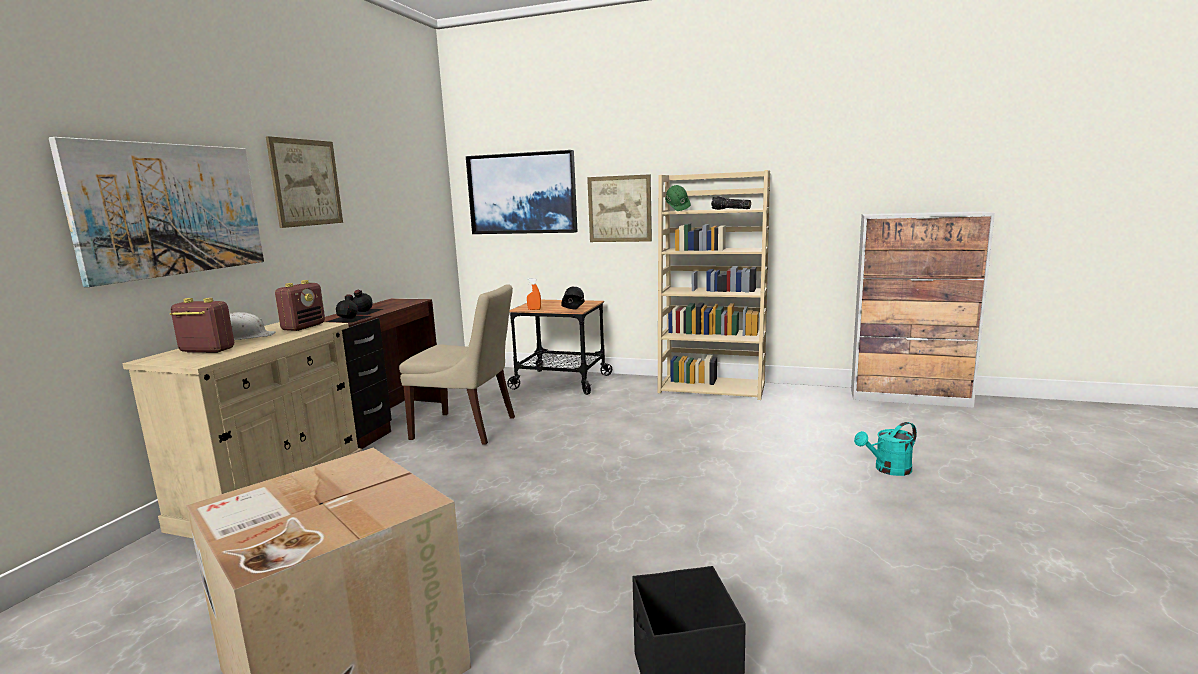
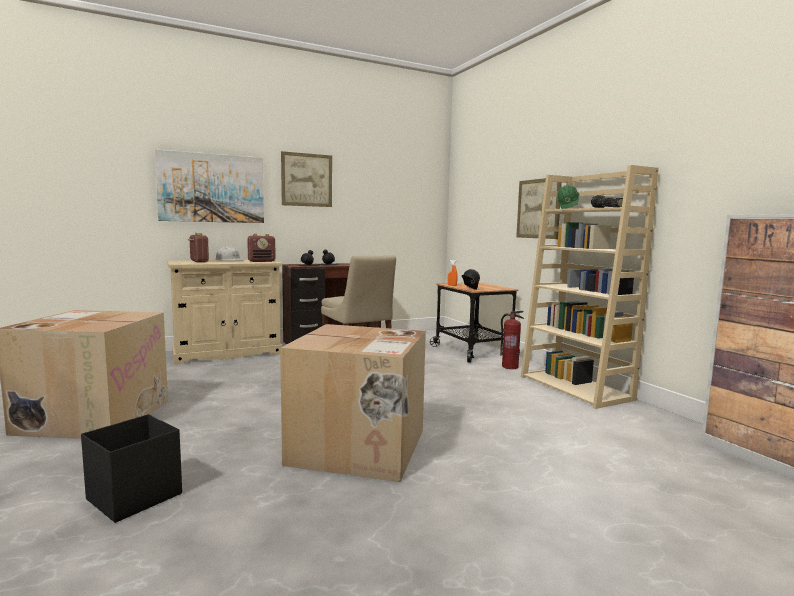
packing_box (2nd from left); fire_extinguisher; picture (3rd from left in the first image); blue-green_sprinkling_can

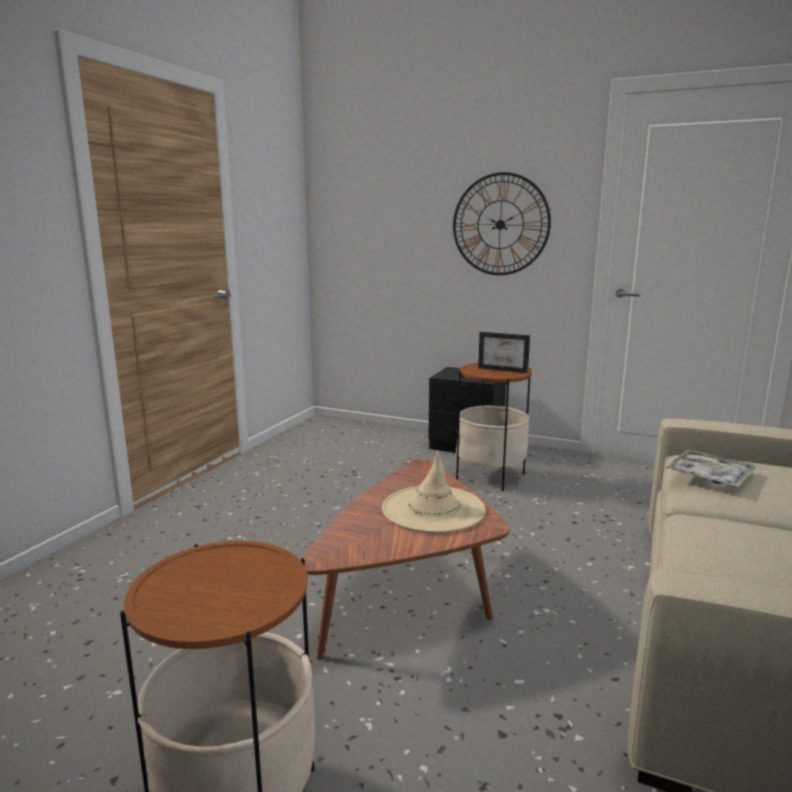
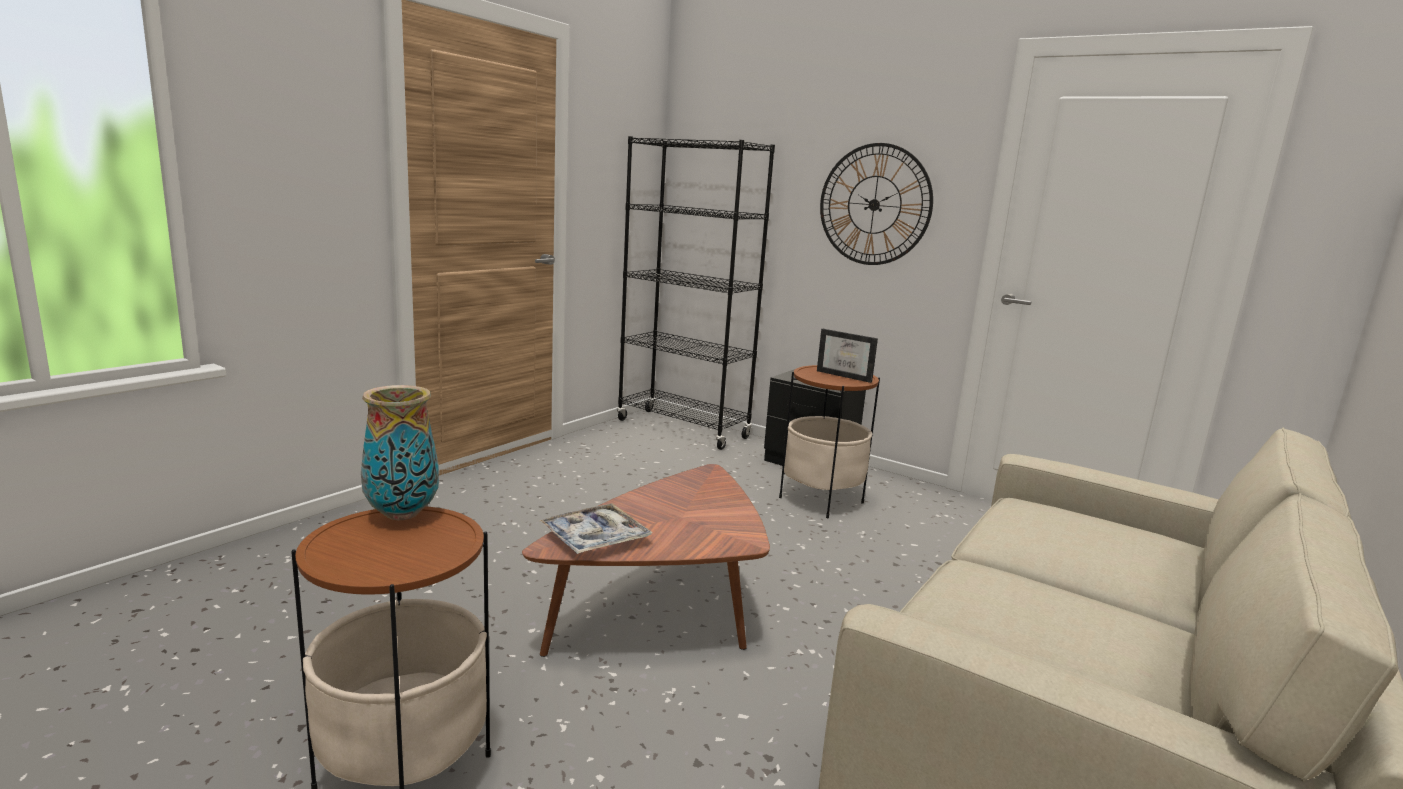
decorative_vase; serving_tray; blackish_shelving_unit; beige_hat

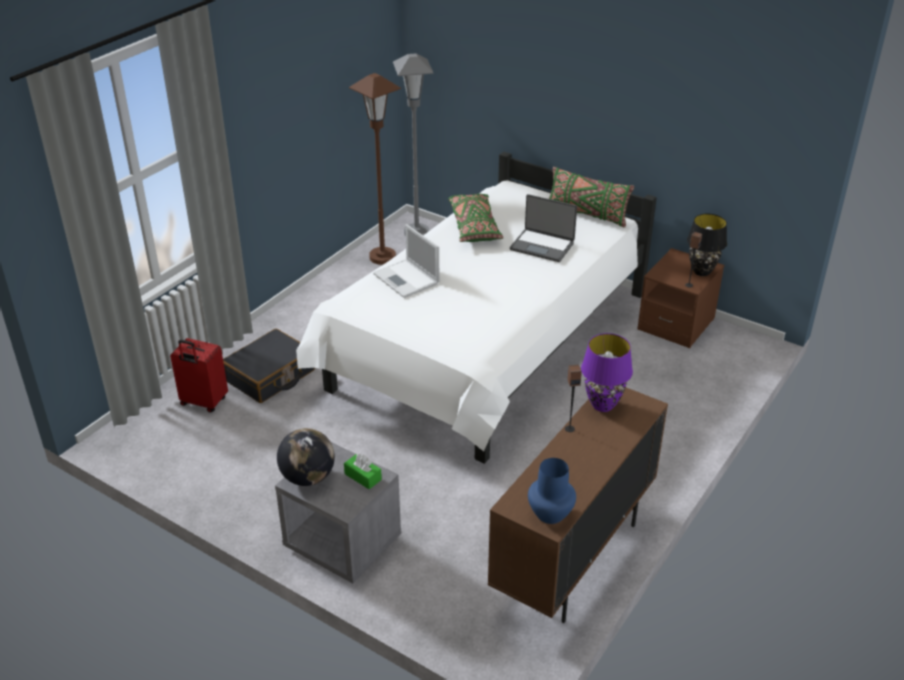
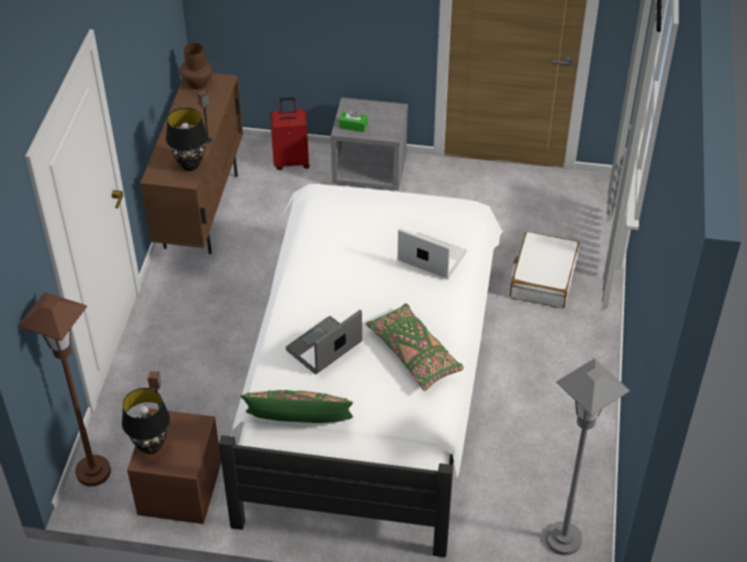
brown-coloured_standing_lamp; blackish_tabletop_lamp (2nd from left); brown-coloured_decorative_vase; reddish_piece_of_luggage; laptop (1st from left); whitish_piece_of_luggage; world_globe

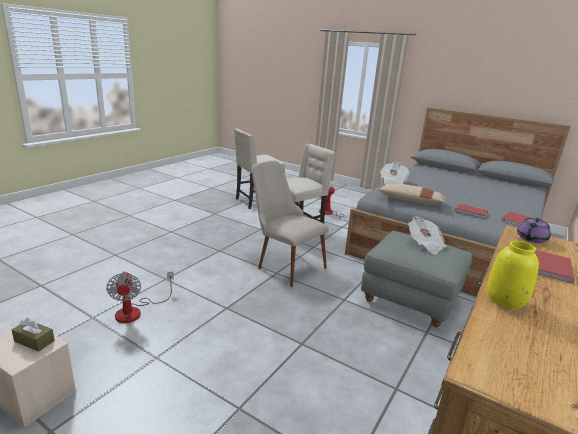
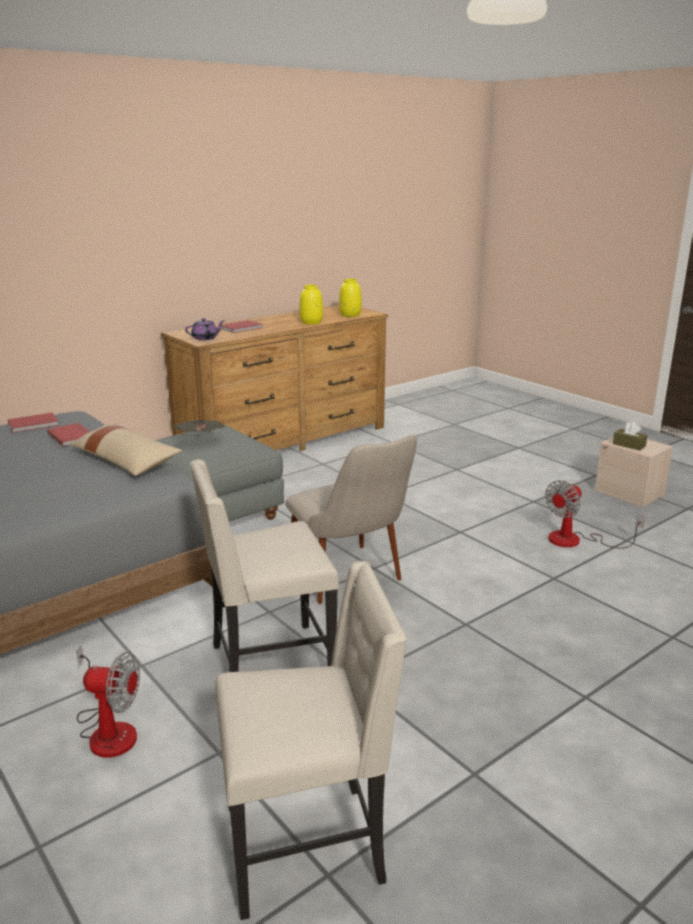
yellowish_decorative_vase (2nd from left); electric_fan (2nd from left); printed_paper (1st from left in the first image)

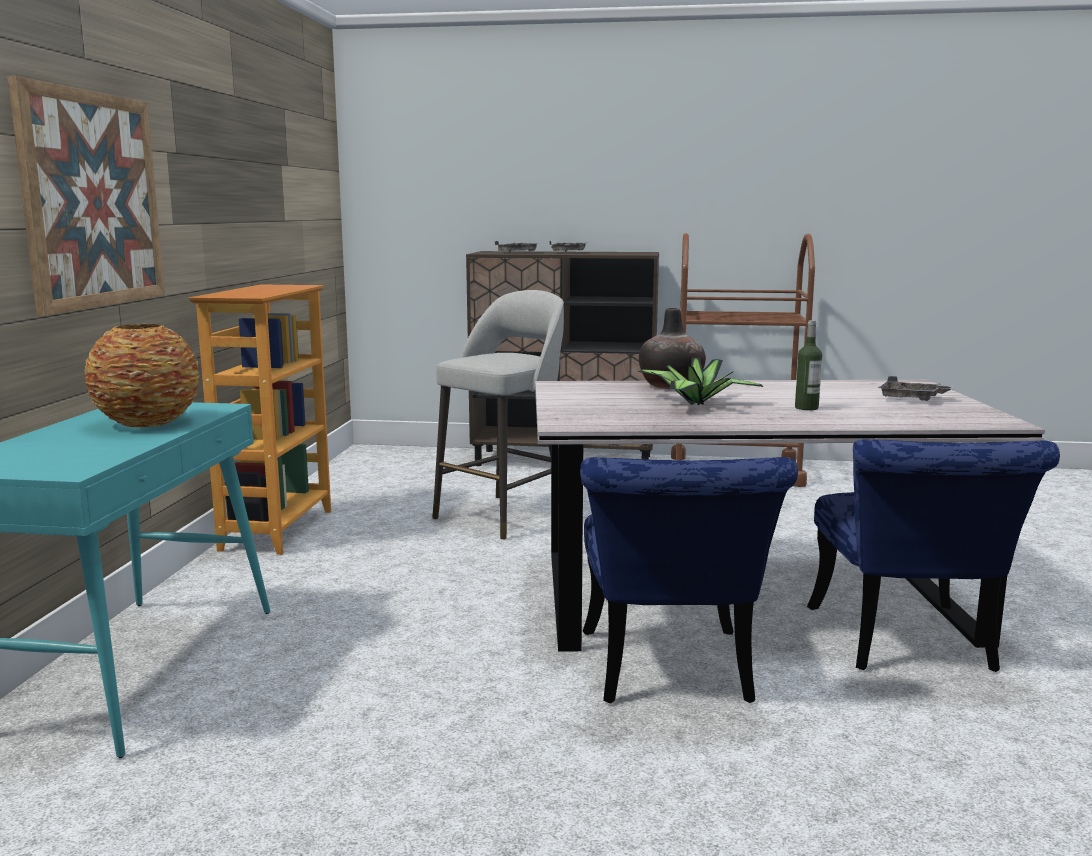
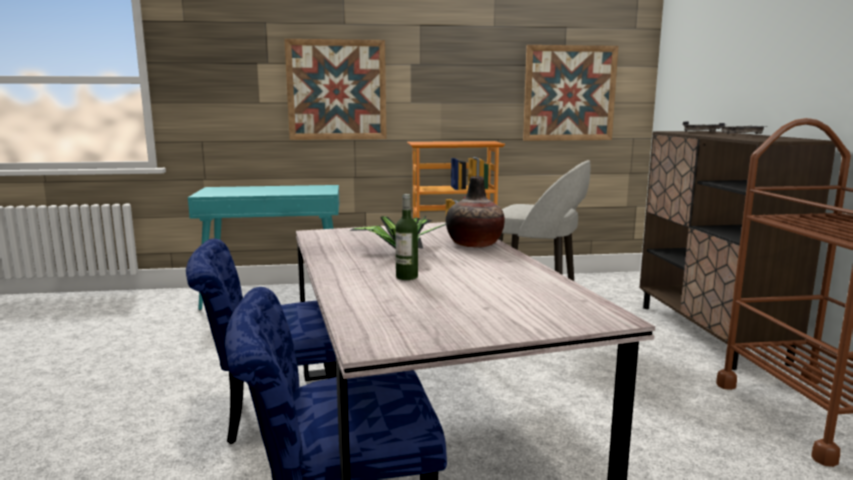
picture (2nd from left); decorative_vase (1st from left in the first image); grey_serving_tray (3rd from left in the first image)

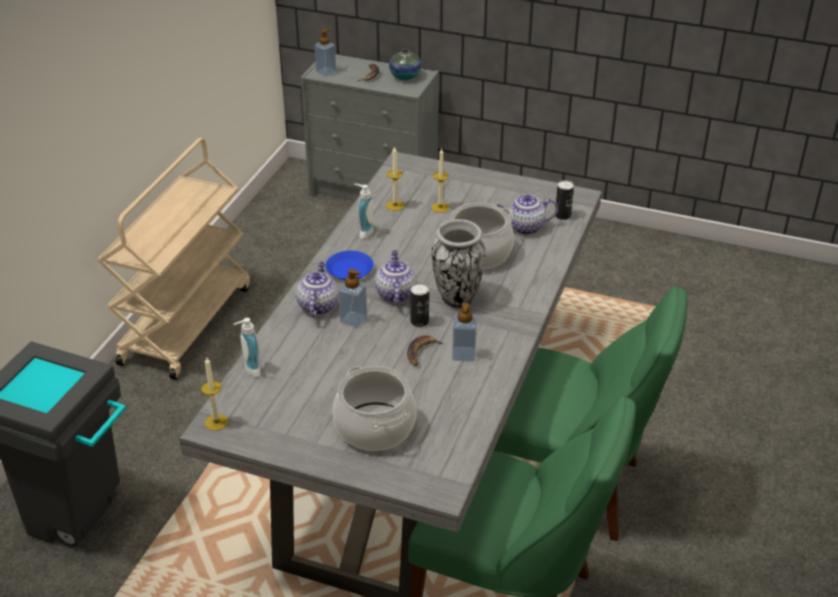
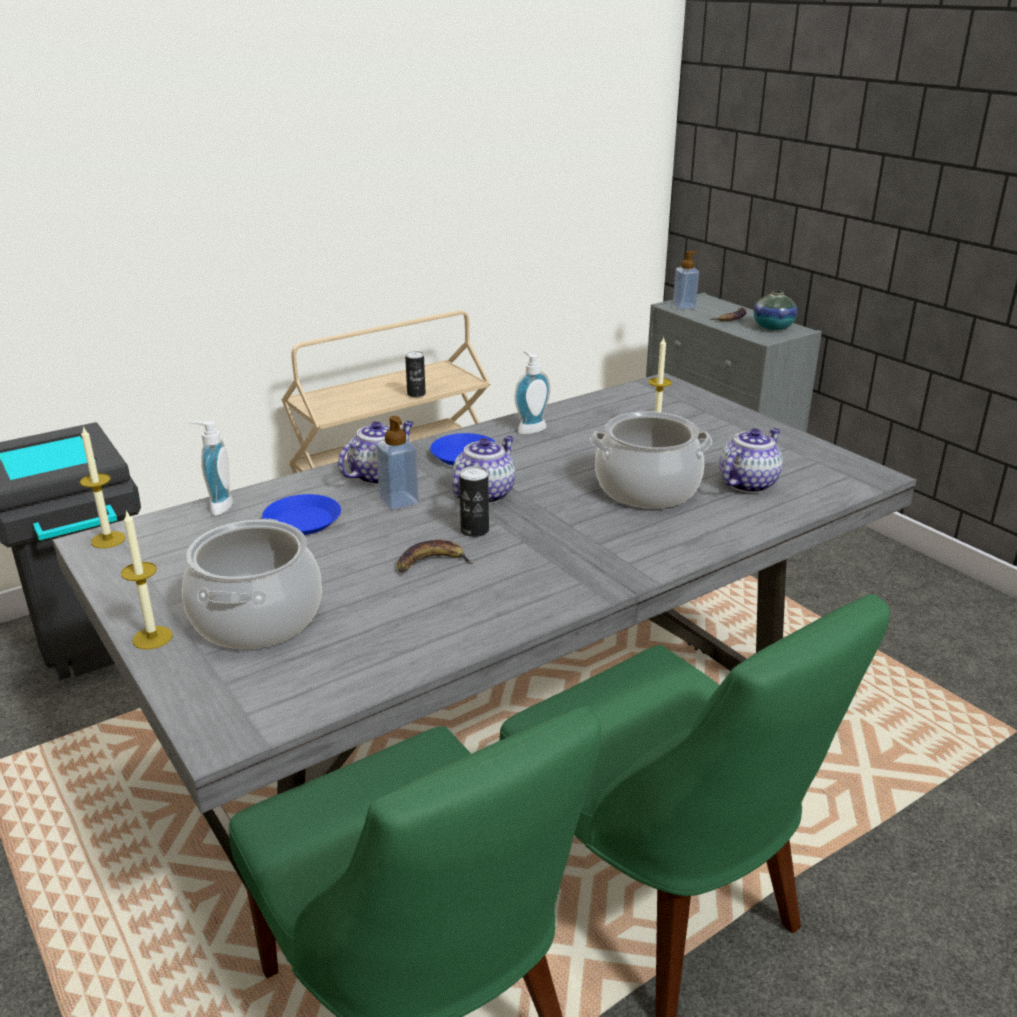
wax_light (2nd from left); bluish_plate (1st from left); can (1st from left); teapot (3rd from left); decorative_vase (2nd from left in the first image); soap_dispenser (5th from left in the first image)

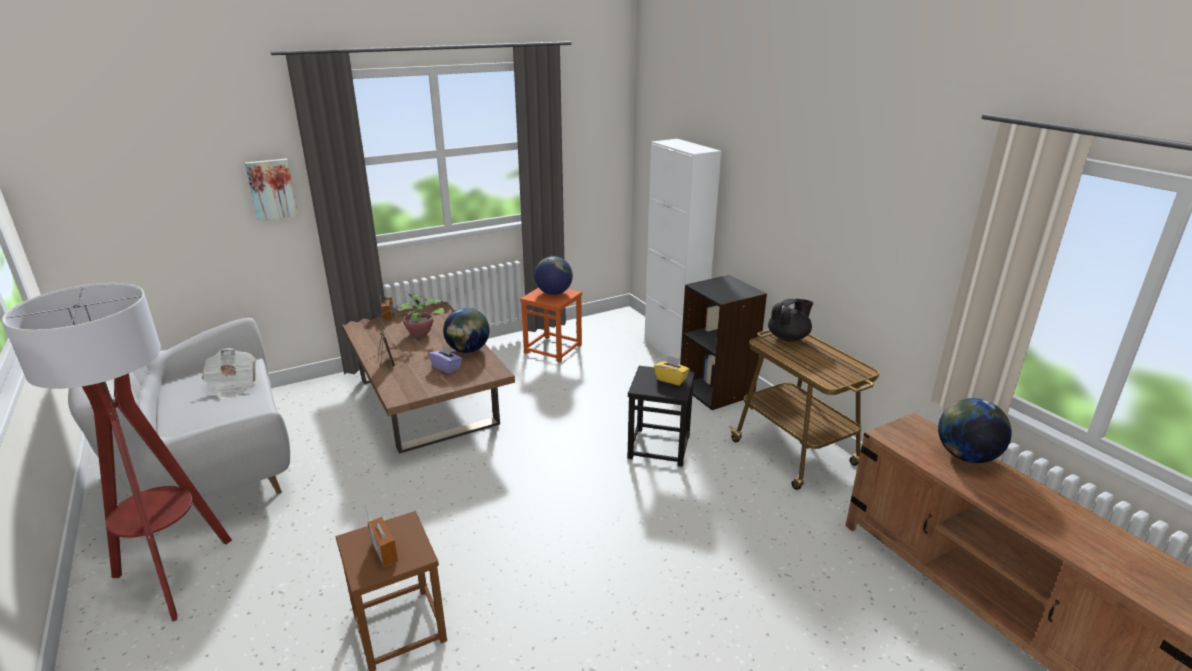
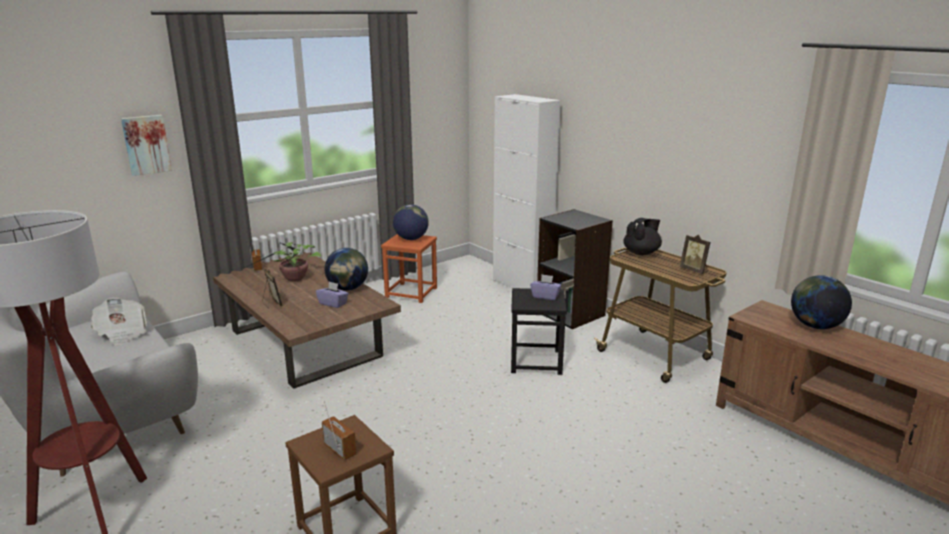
purple_box_of_tissues (2nd from left); standing_frame (2nd from left)

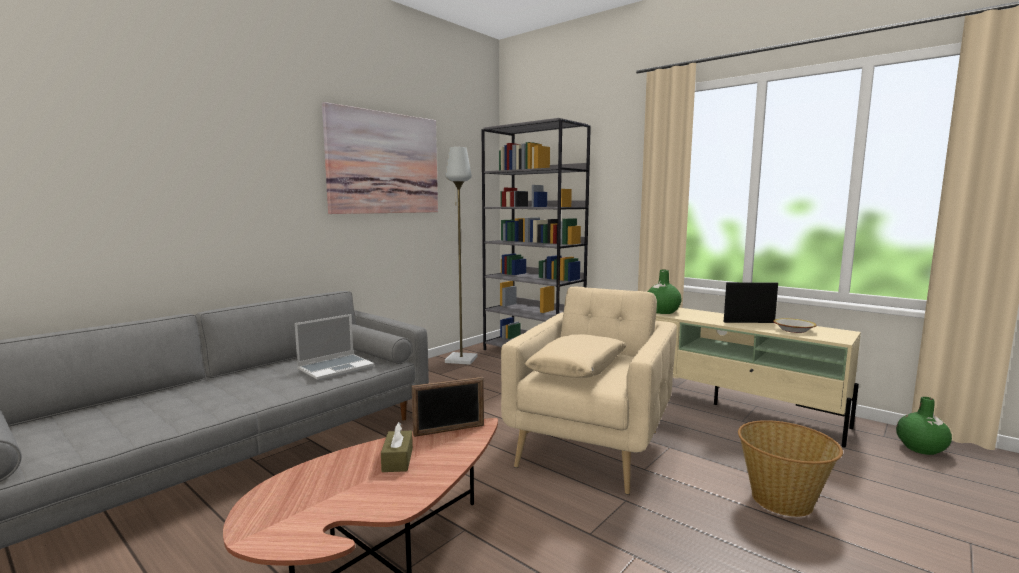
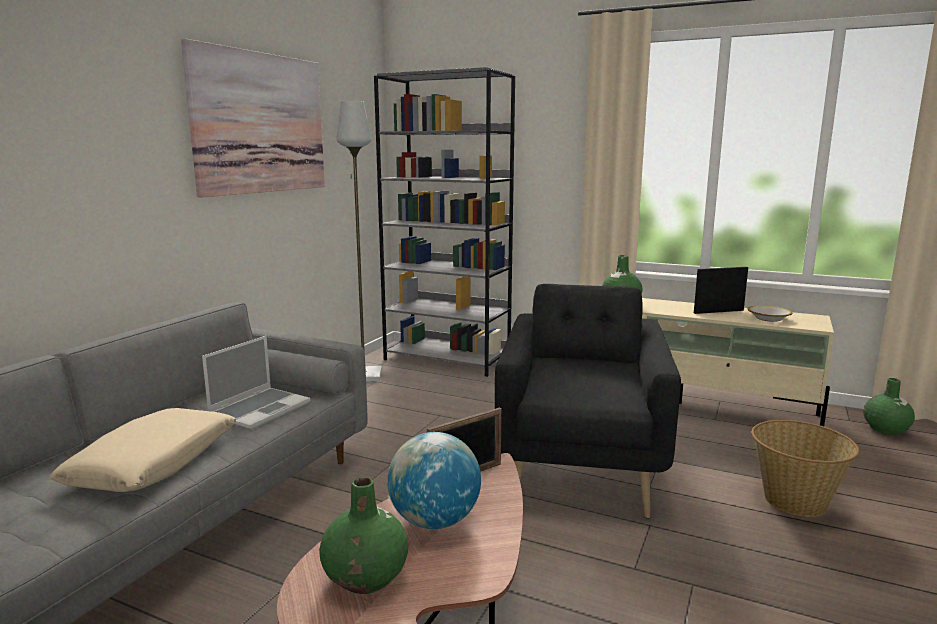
beige_cushion; green-coloured_decorative_vase (1st from left); world_globe; blackish_easy_chair

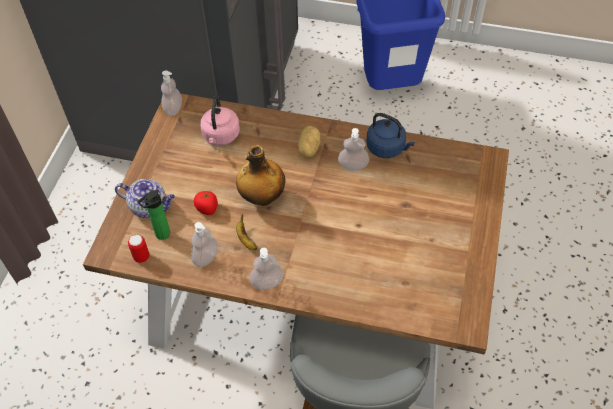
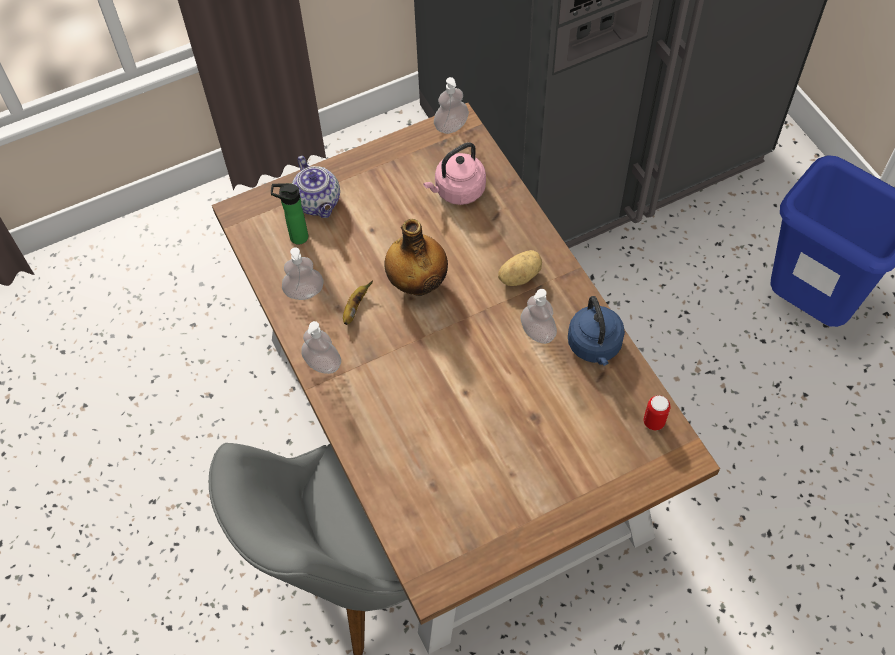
can; whole_tomato

